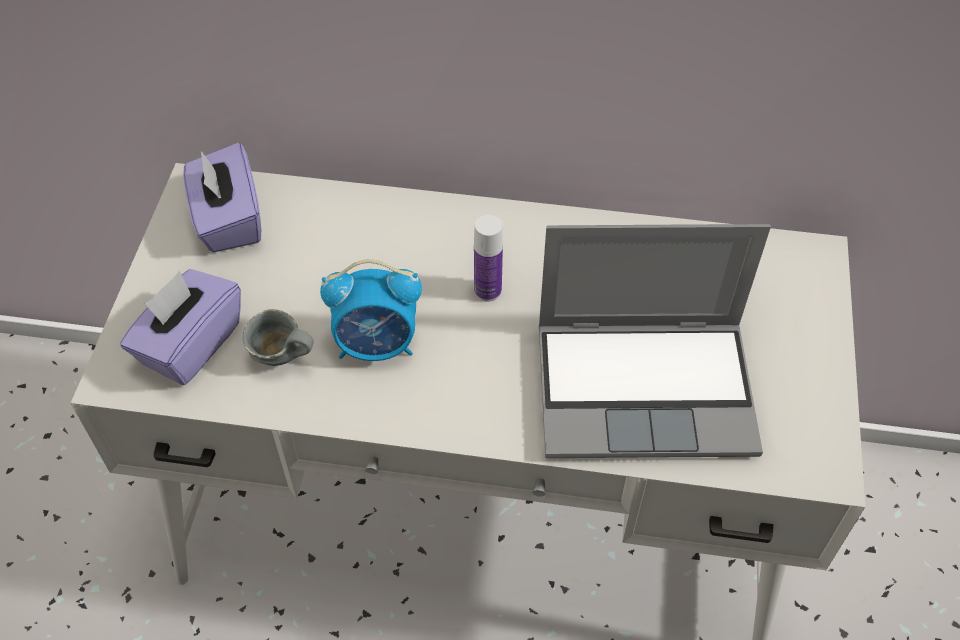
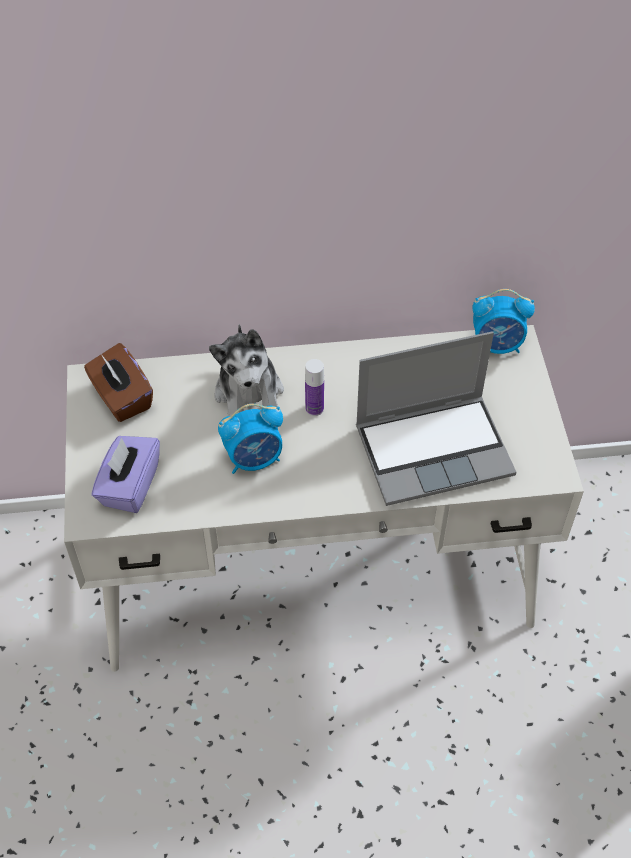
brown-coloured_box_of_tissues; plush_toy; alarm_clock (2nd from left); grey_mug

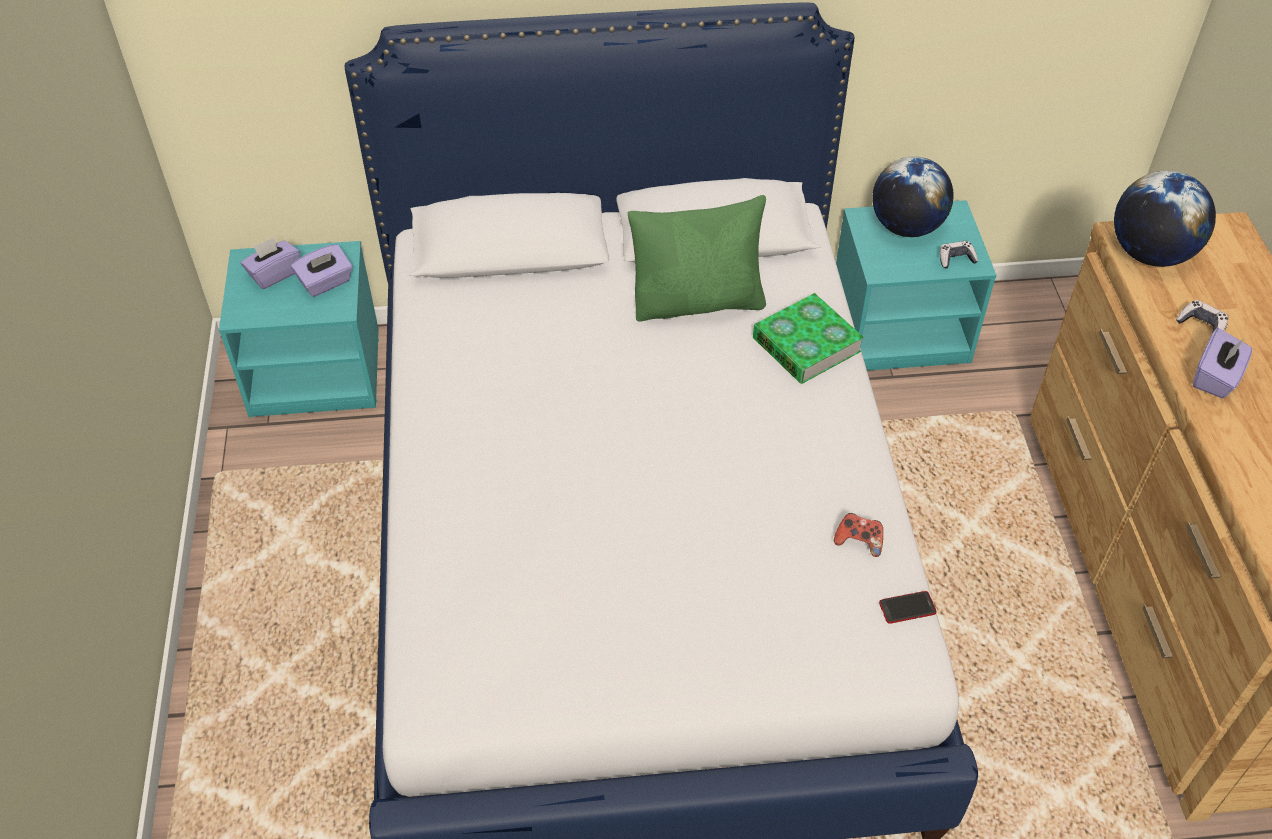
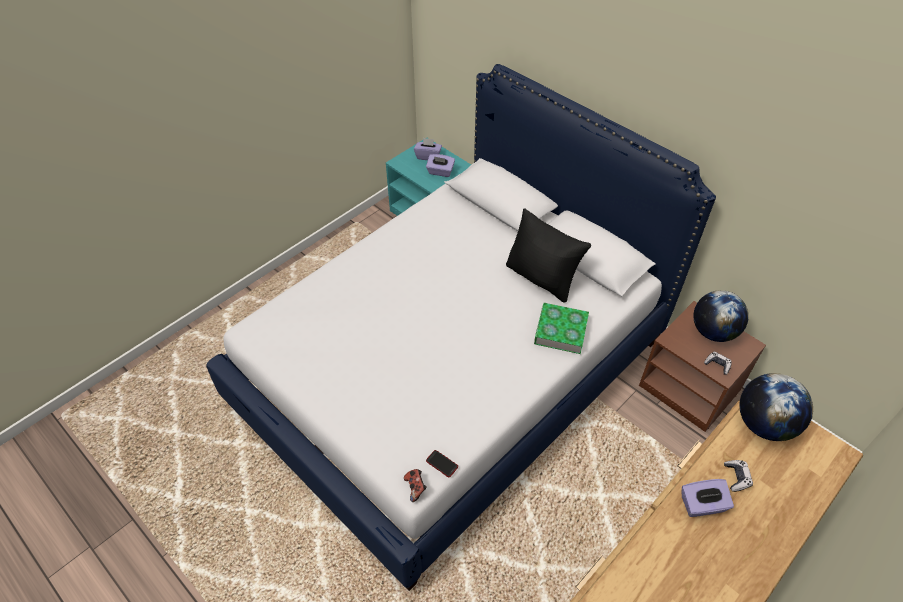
game_controller (1st from left); blackish_cushion; brown-coloured_bedside_table

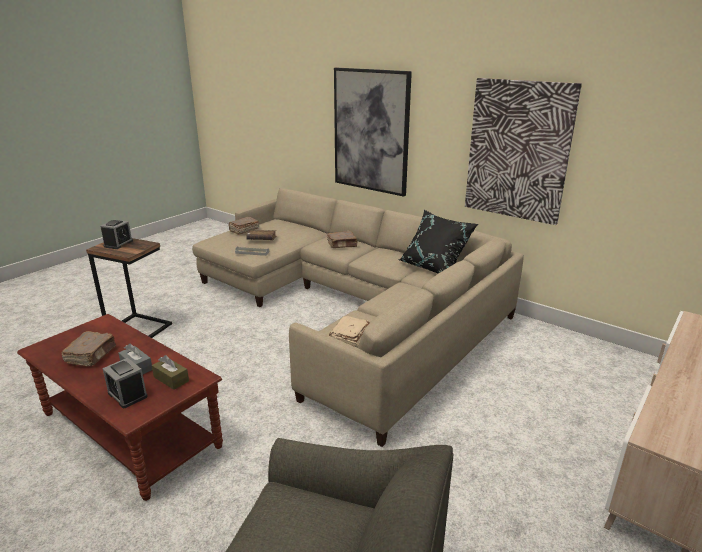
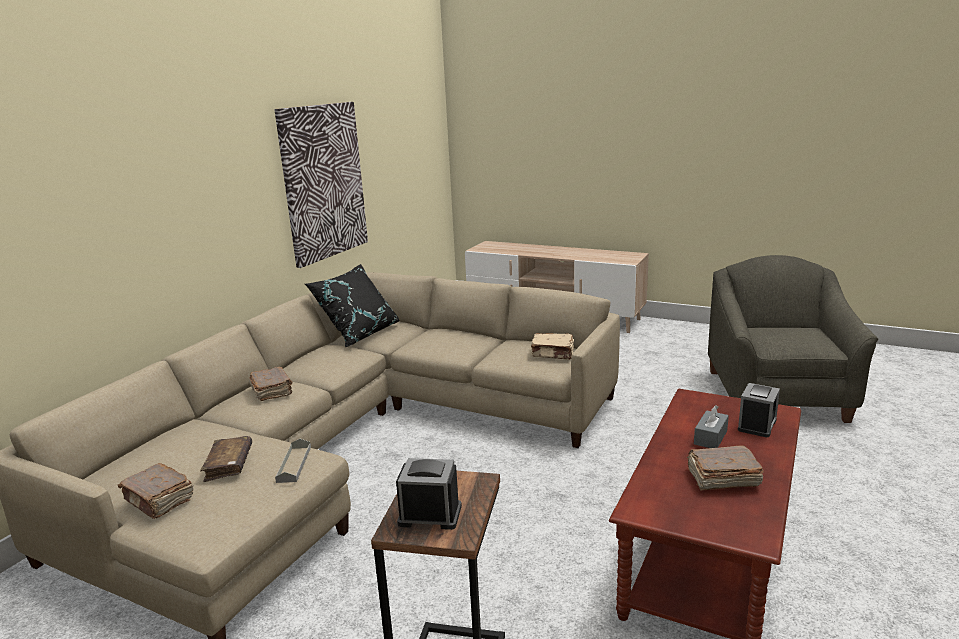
brown-coloured_box_of_tissues; picture (1st from left in the first image)

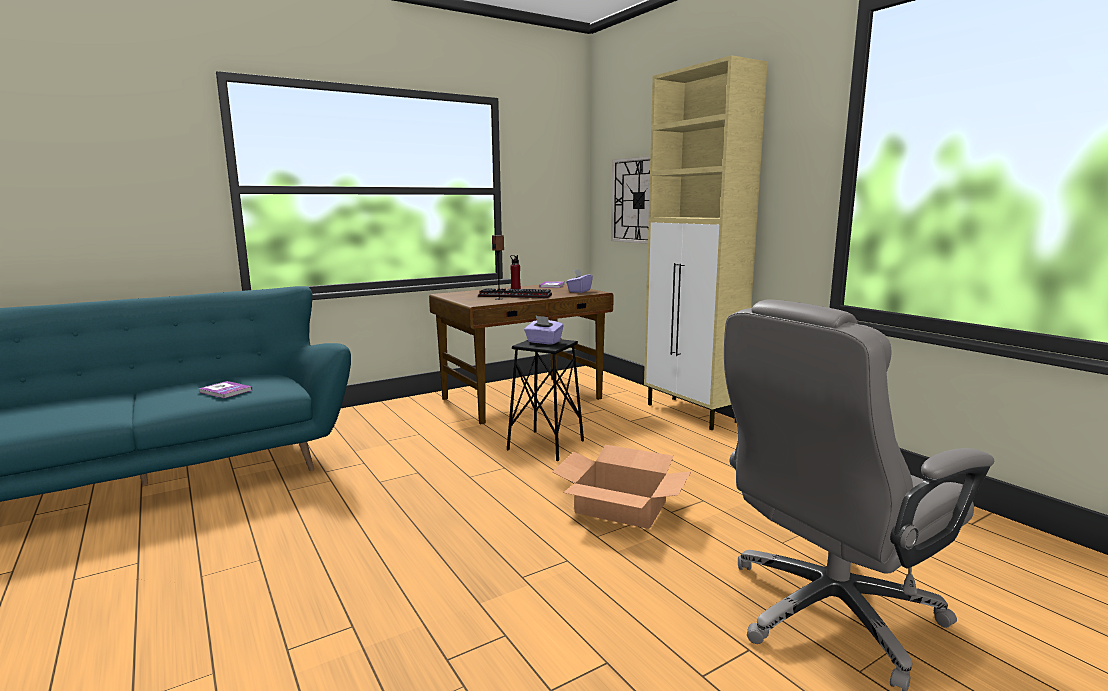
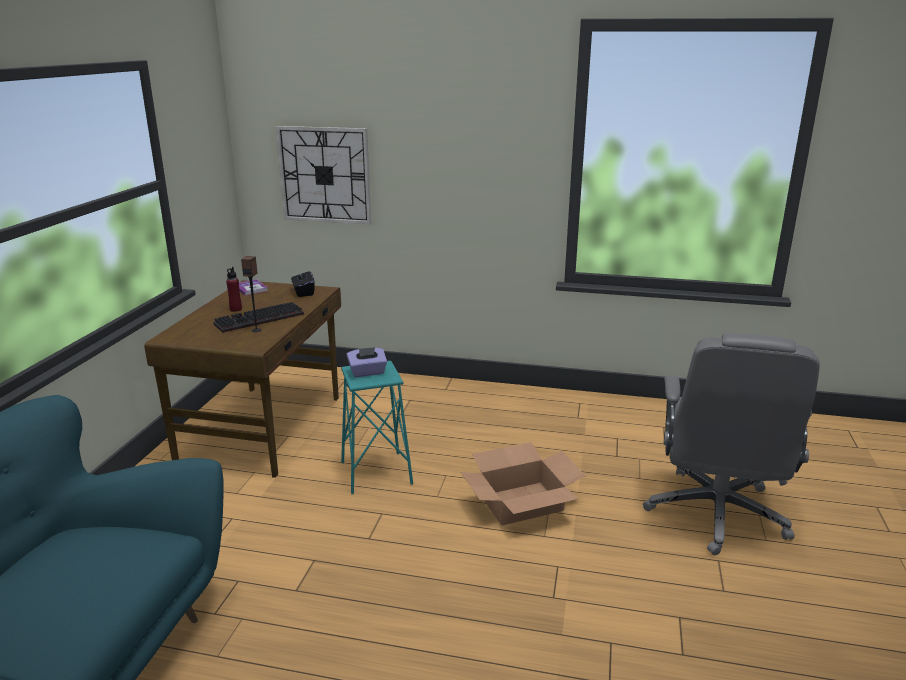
blackish_box_of_tissues; blue-green_sitting_stool; volume (1st from left in the first image); beige_cupboard

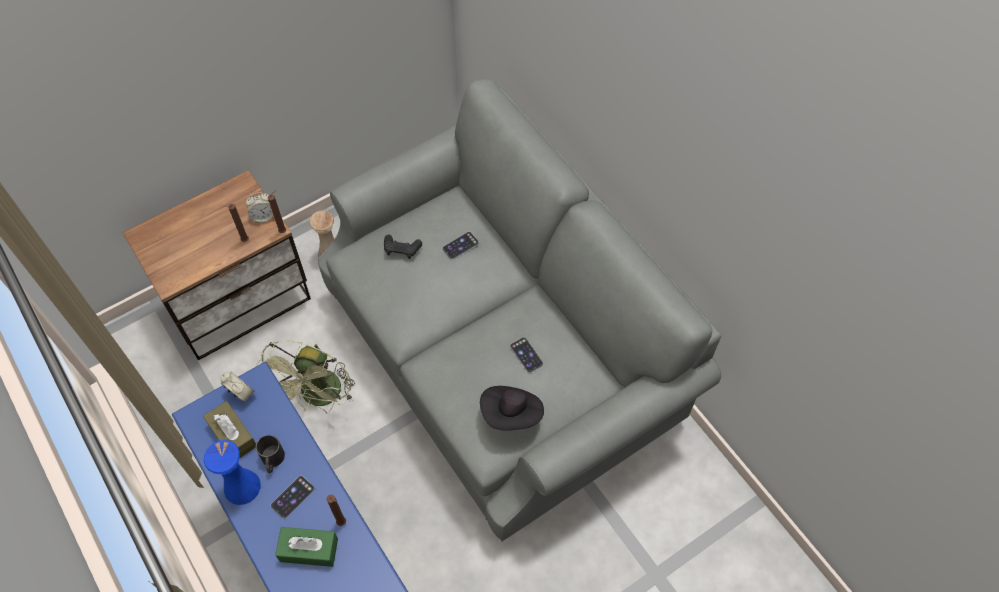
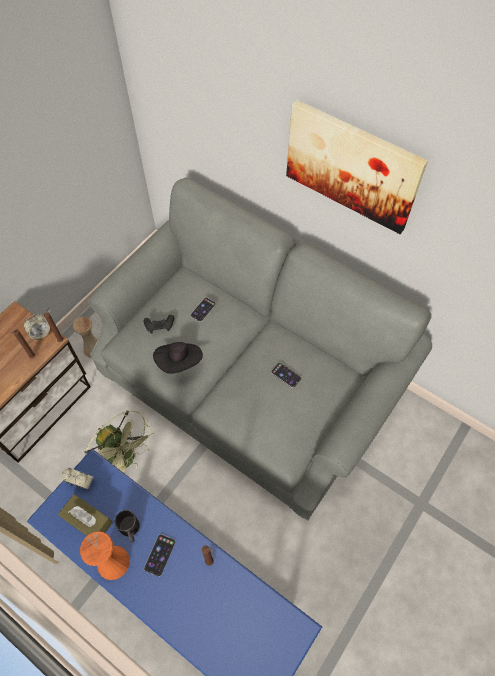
orange-coloured_decorative_vase; green-coloured_electric_fan; blackish_hat; picture; green-coloured_box_of_tissues

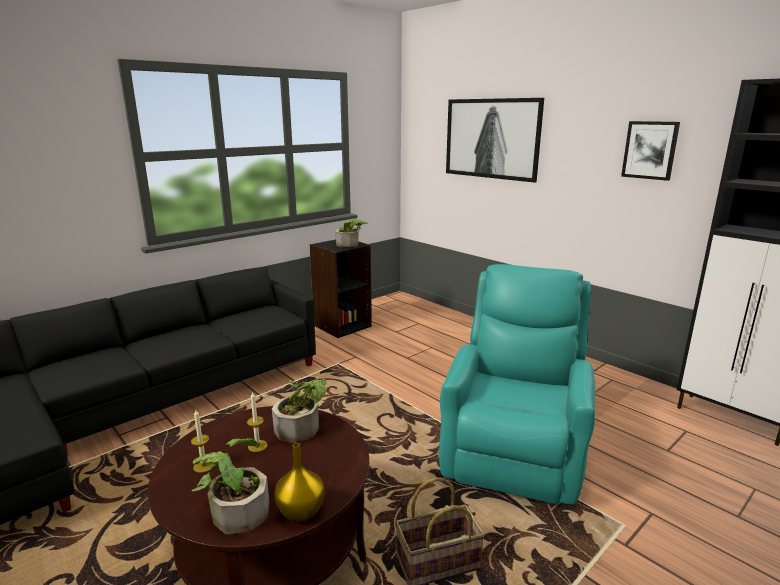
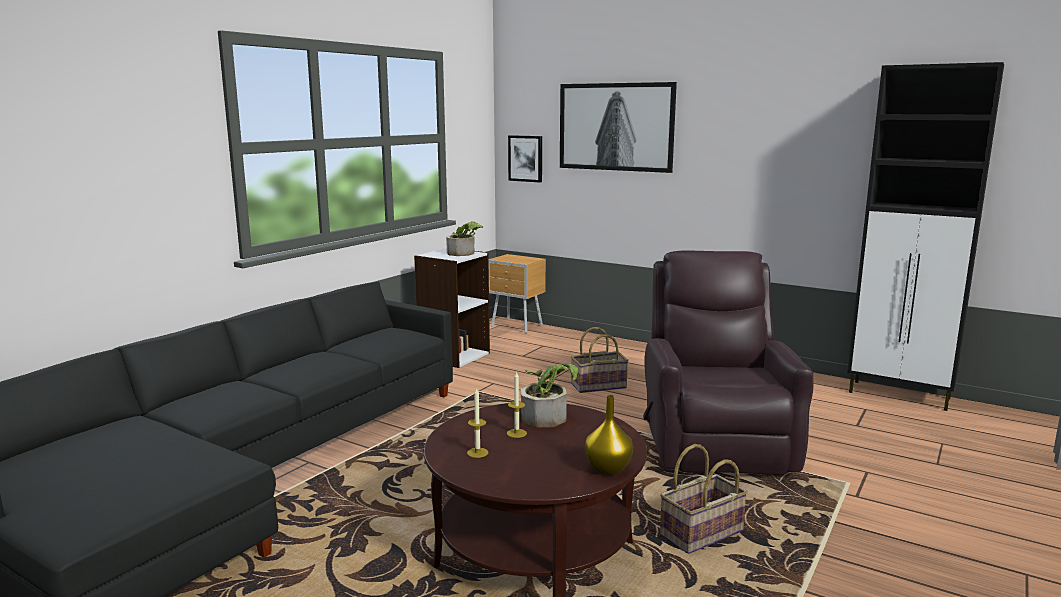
whitish_shelving_unit; brown-coloured_bedside_table; picture (1st from left); basket (1st from left); brown-coloured_easy_chair; houseplant (1st from left in the first image)

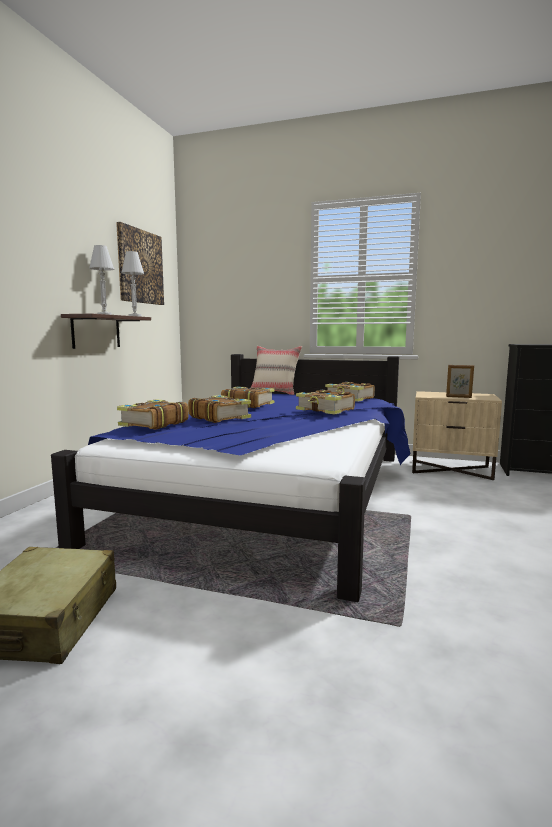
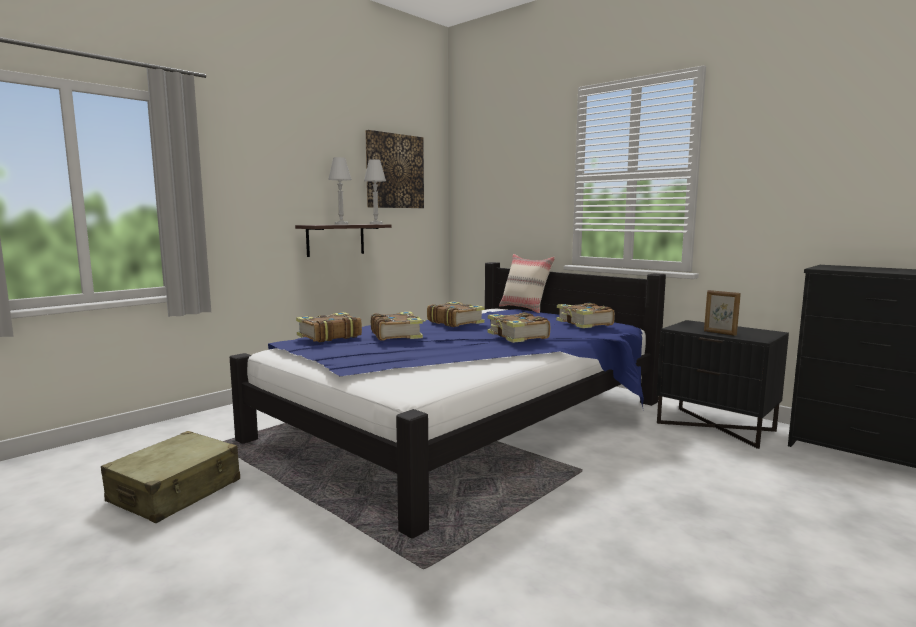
blackish_bedside_table

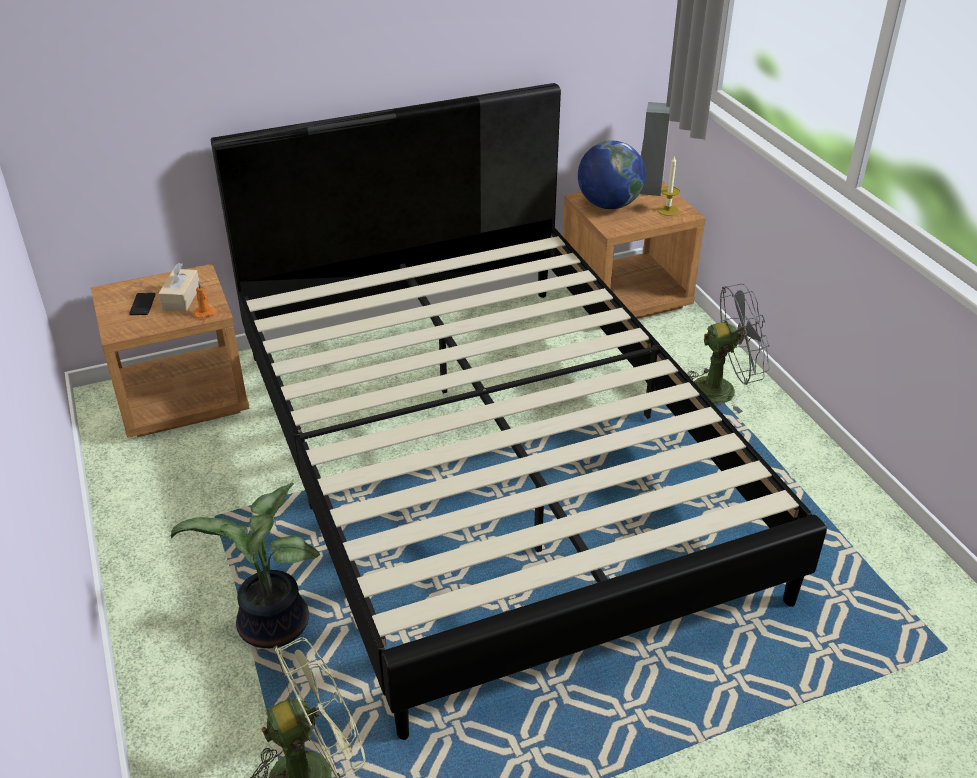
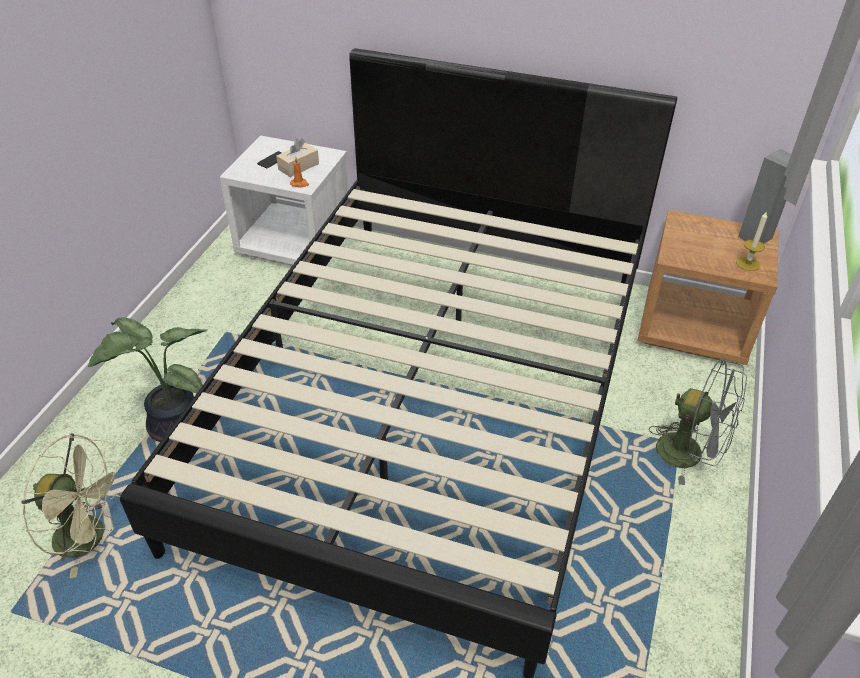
whitish_bedside_table; world_globe

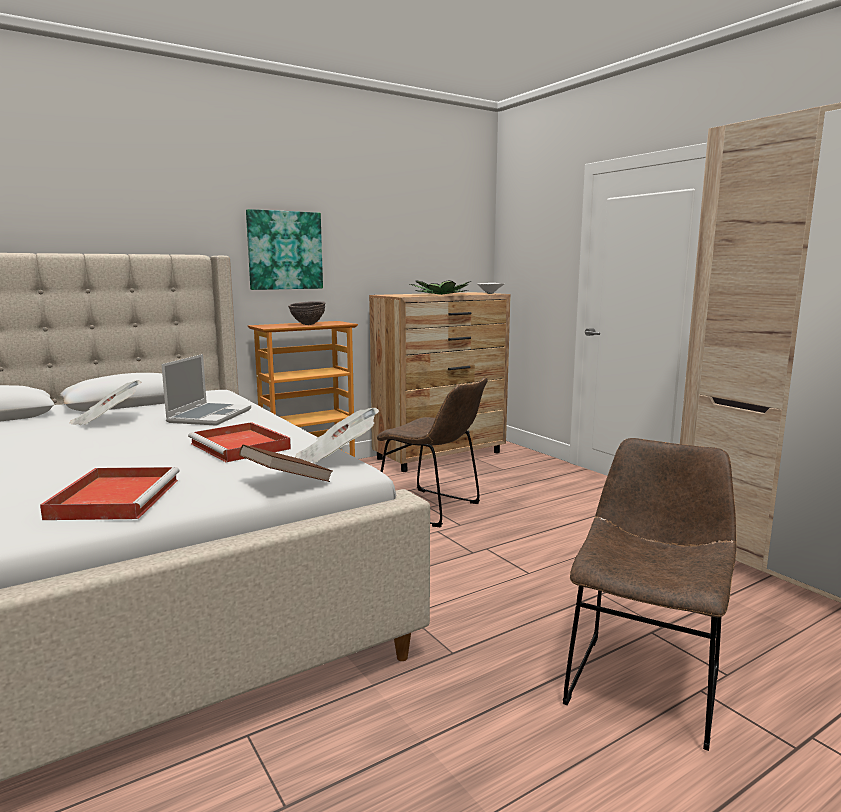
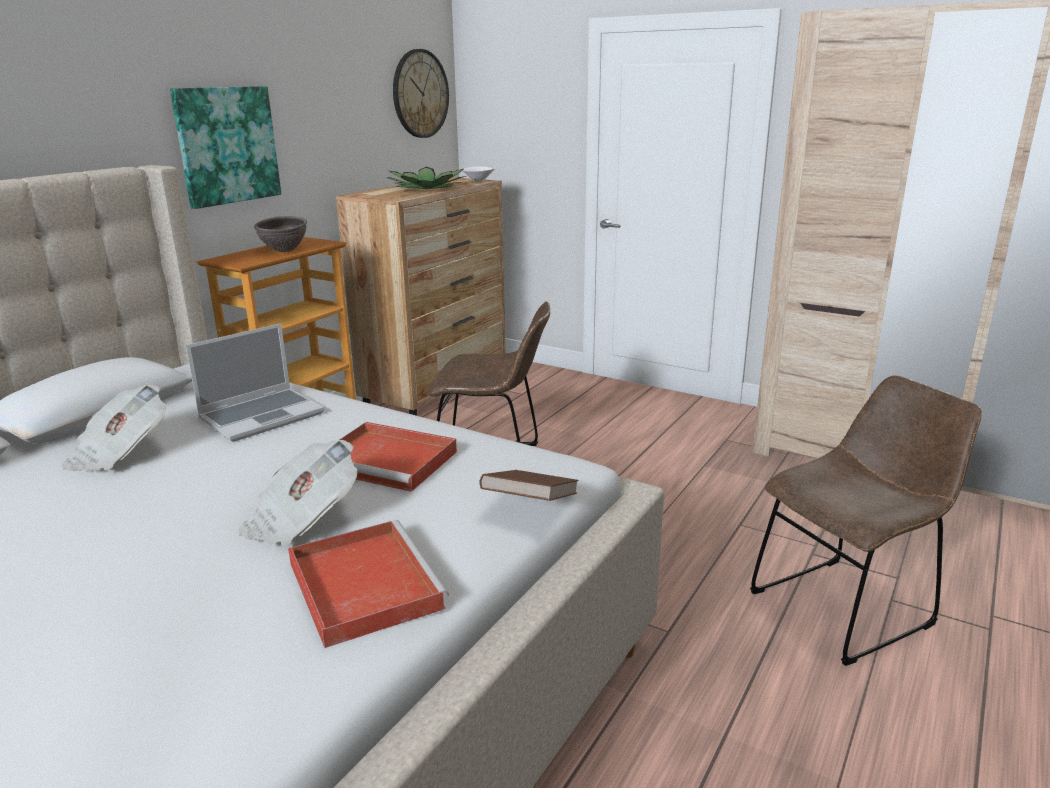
laptop; printed_paper (2nd from left); hanging_clock; brown-coloured_chair (2nd from left)

